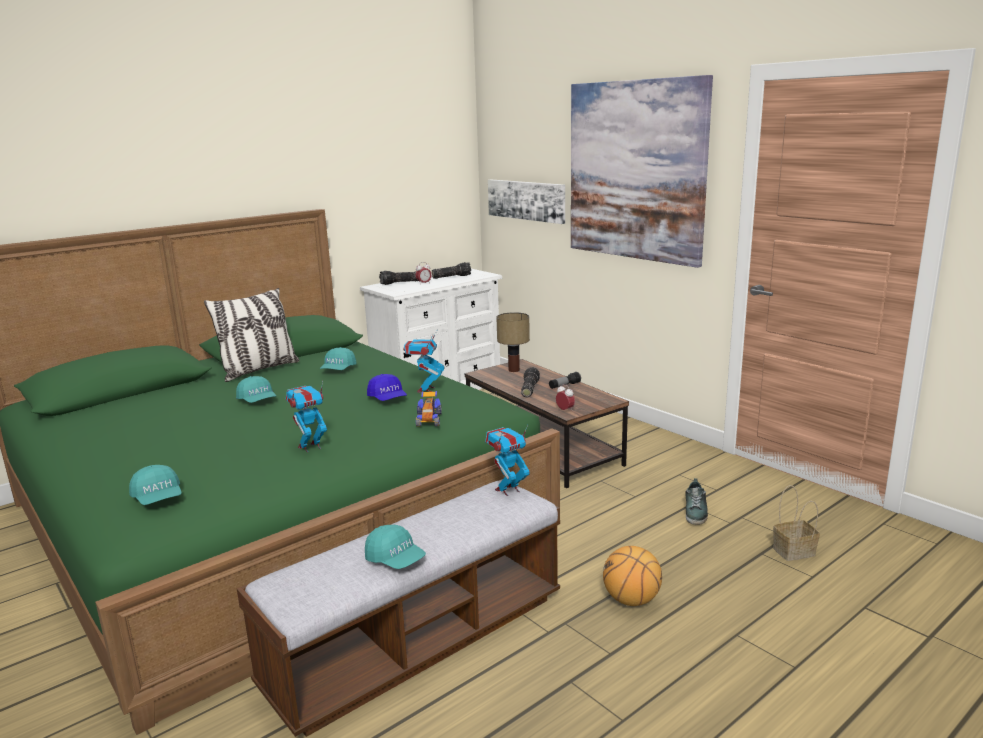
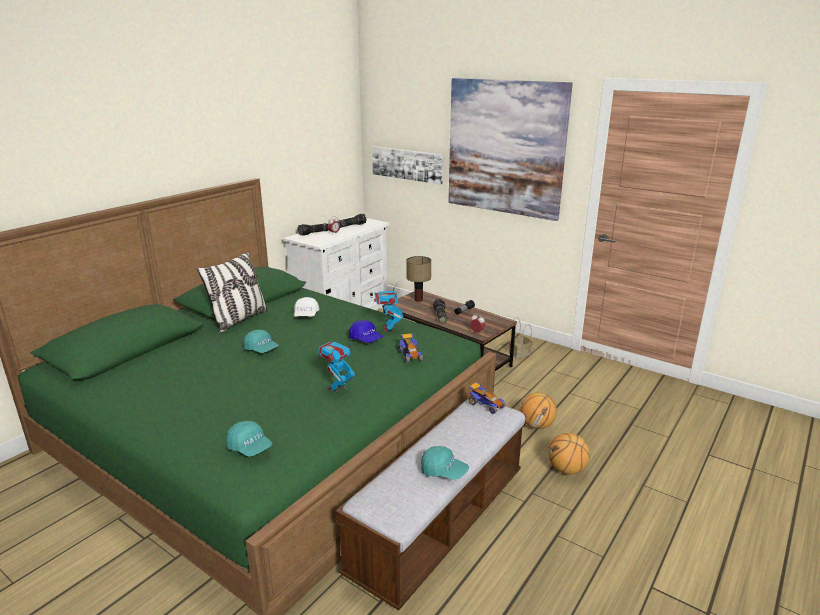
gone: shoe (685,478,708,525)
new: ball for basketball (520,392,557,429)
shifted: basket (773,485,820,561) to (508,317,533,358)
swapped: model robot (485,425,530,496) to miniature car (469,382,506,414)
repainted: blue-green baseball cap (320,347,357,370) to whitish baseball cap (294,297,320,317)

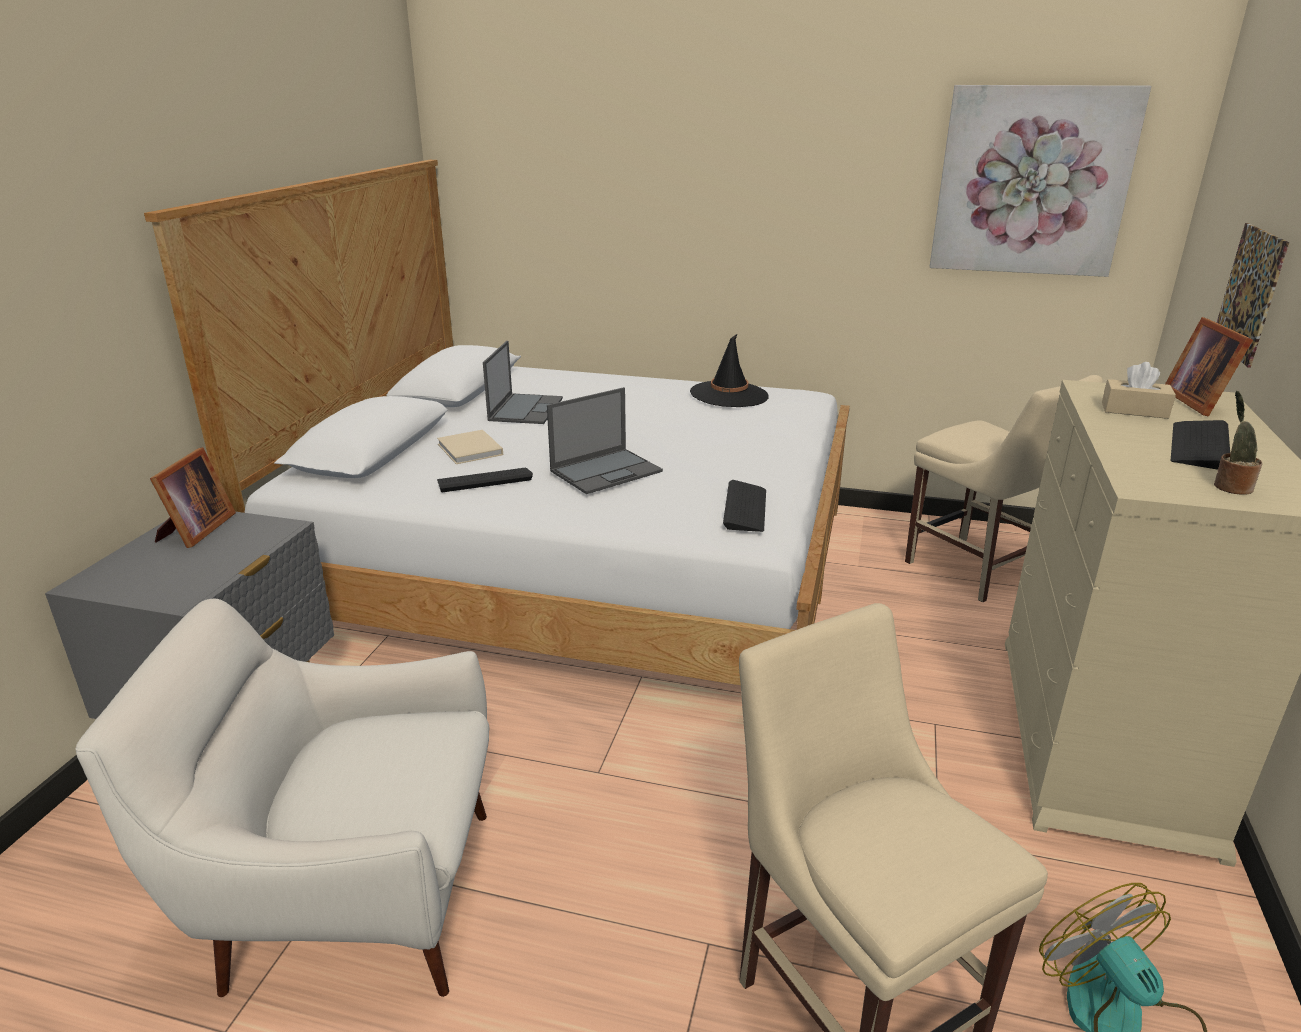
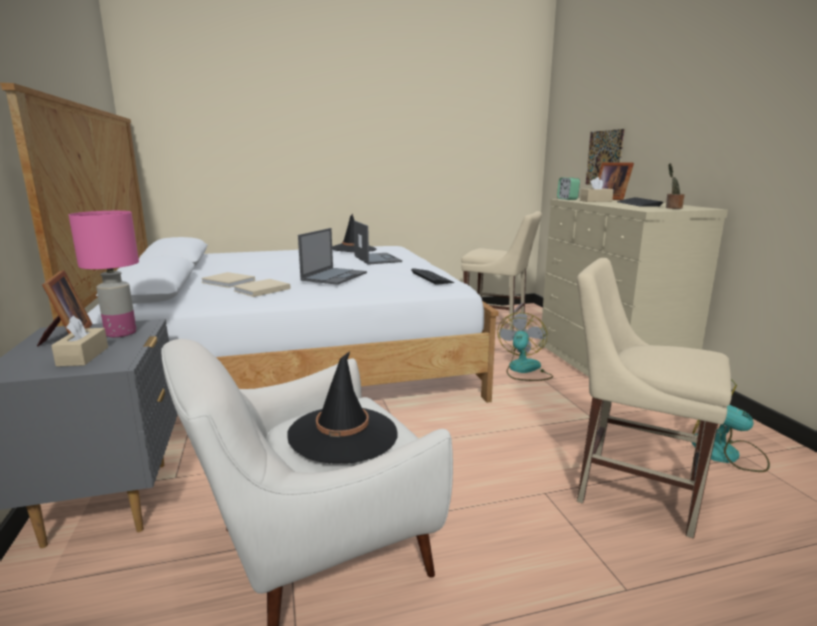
gone: picture (930,85,1151,277)
new: beige-coloured box of tissues (51,315,108,367); pinkish lamp for a table (69,211,139,337); black-coloured hat (287,351,397,463); fan (497,313,553,381); table clock (557,177,580,200)
shifted: laptop (483,341,563,424) to (354,221,402,265)
swapped: computer keyboard (437,468,533,492) to beige-coloured bound book (233,279,291,297)

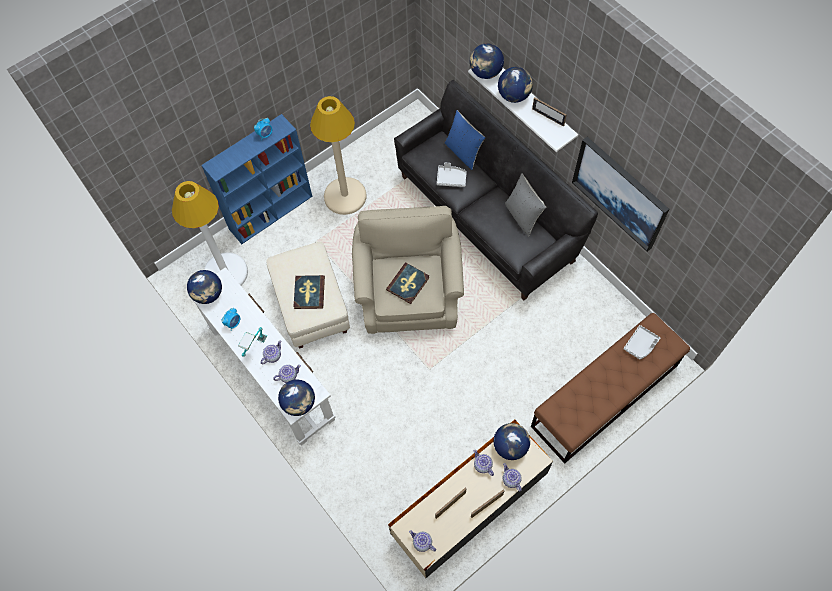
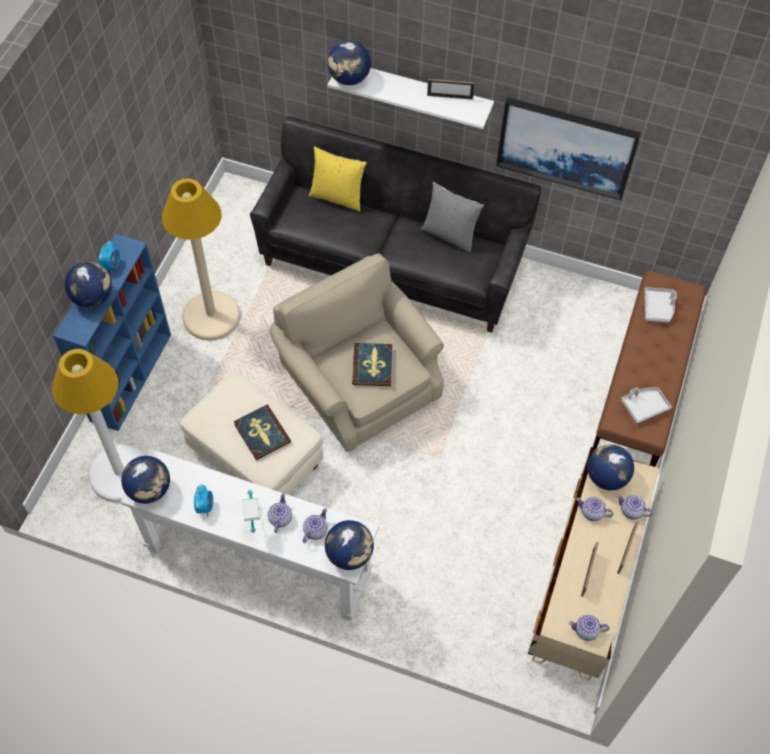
shifted: globe (498,67,533,103) to (65,262,112,308); greyish carrying tray (437,162,467,187) to (621,387,671,423)
repainted: bluish throw pillow (445,110,485,170) to yellow-coloured throw pillow (308,146,367,211)

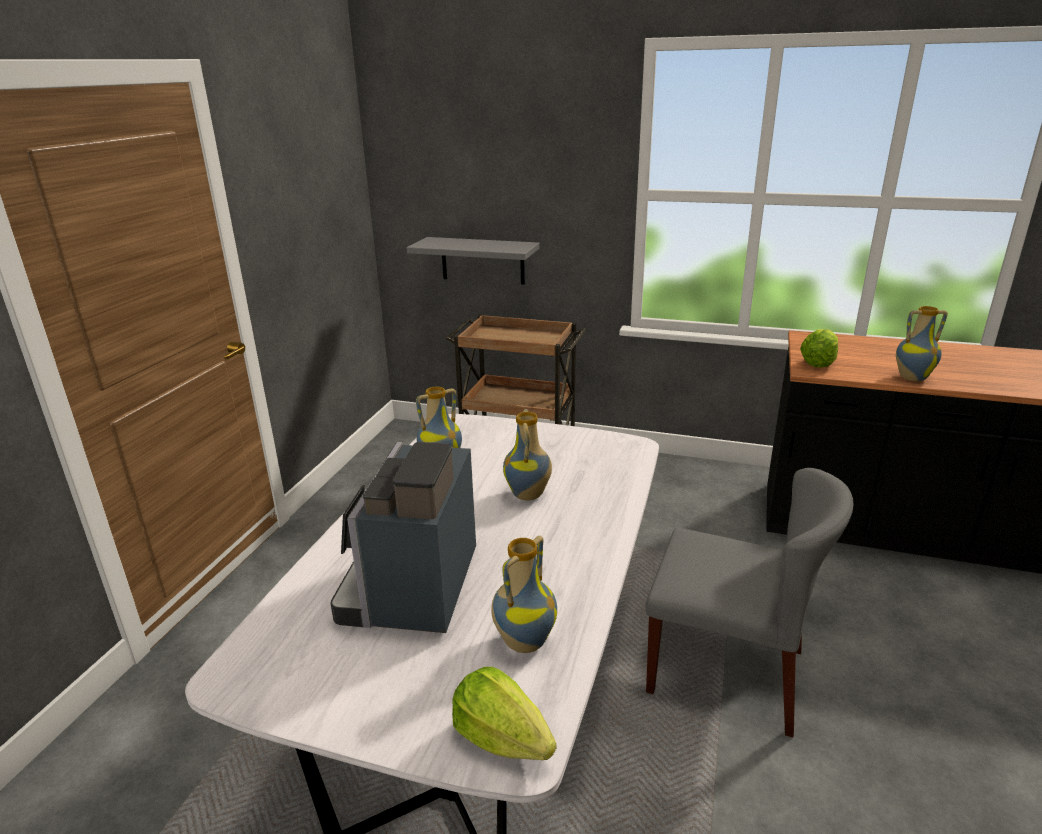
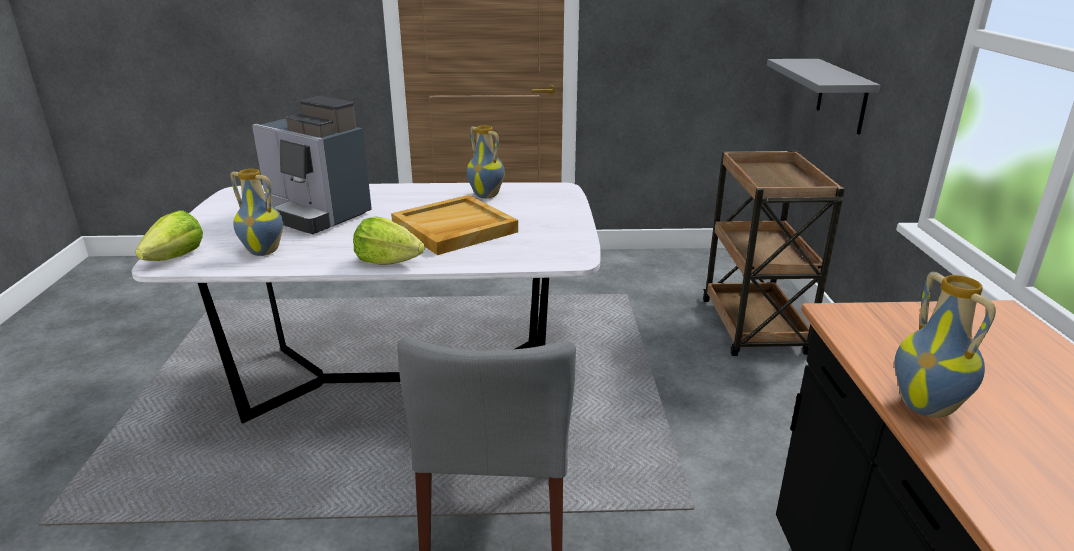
shifted: head of lettuce (800,329,838,368) to (353,217,425,265)
swapped: vase (503,409,552,500) to beige-coloured carrying tray (391,195,518,255)
rotated: coffee brewer (330,442,476,633) = (252,96,372,234) 135 degrees counterclockwise

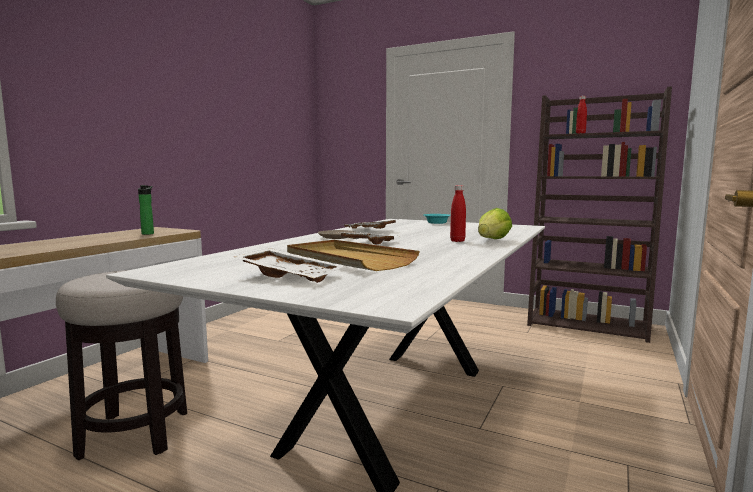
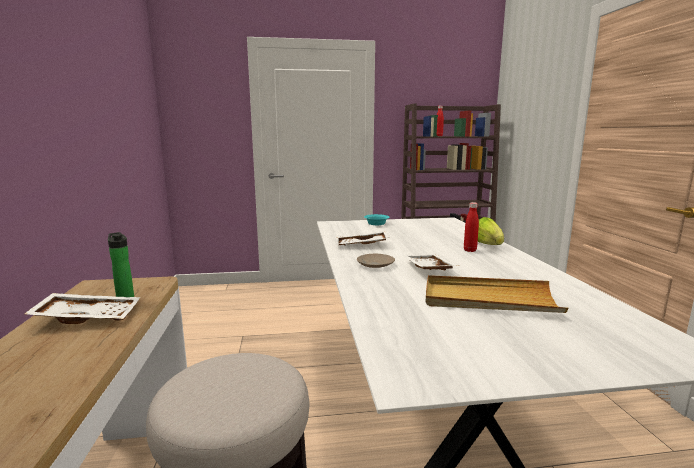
shifted: whitish carrying tray (234,248,345,283) to (25,293,140,324)

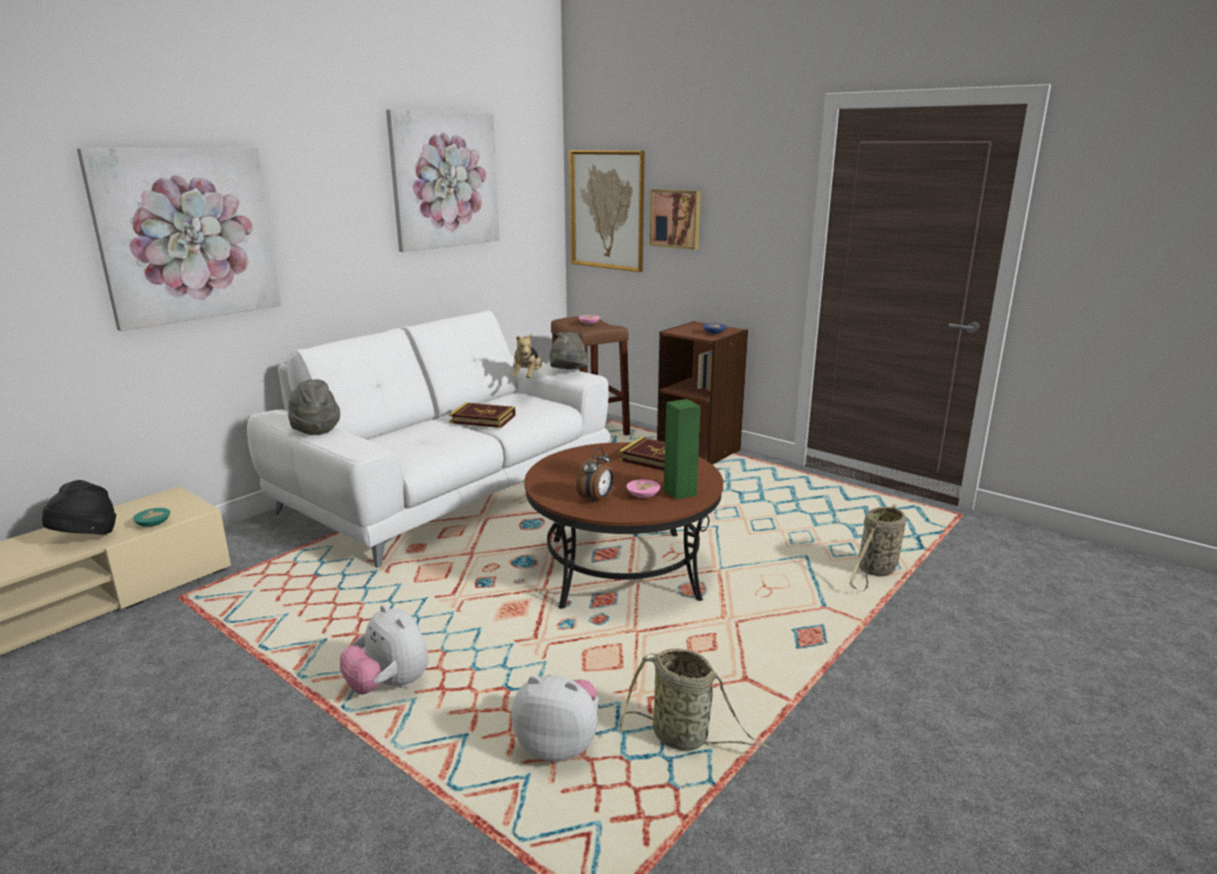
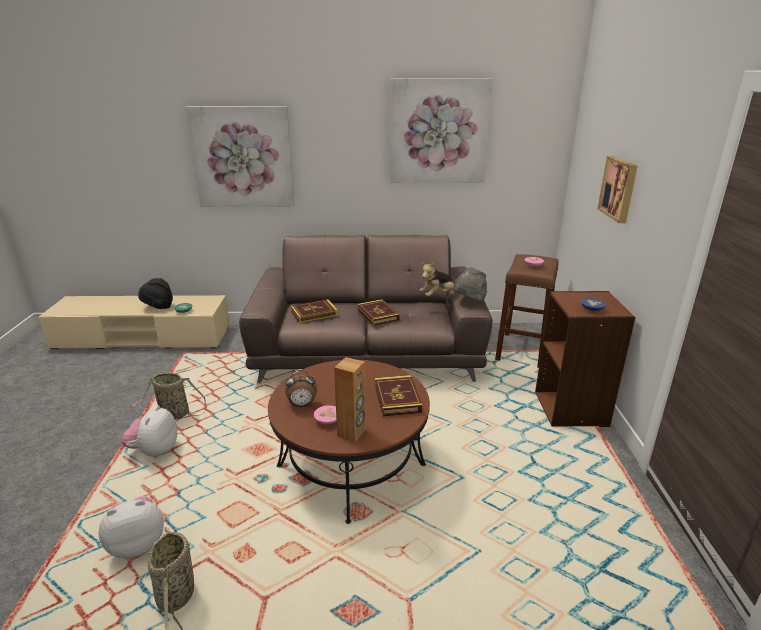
gone: greyish hat (288,379,340,435); picture (569,150,645,272)
new: bound book (291,299,338,323)
shifted: basket (849,504,906,591) to (130,373,206,420)
repainted: whitish settee (247,310,611,568) to brown settee (239,235,492,383); green audio speaker (664,399,701,500) to brown audio speaker (334,357,365,442)
rotated: soft toy (511,675,599,762) = (98,496,164,558) 90 degrees counterclockwise

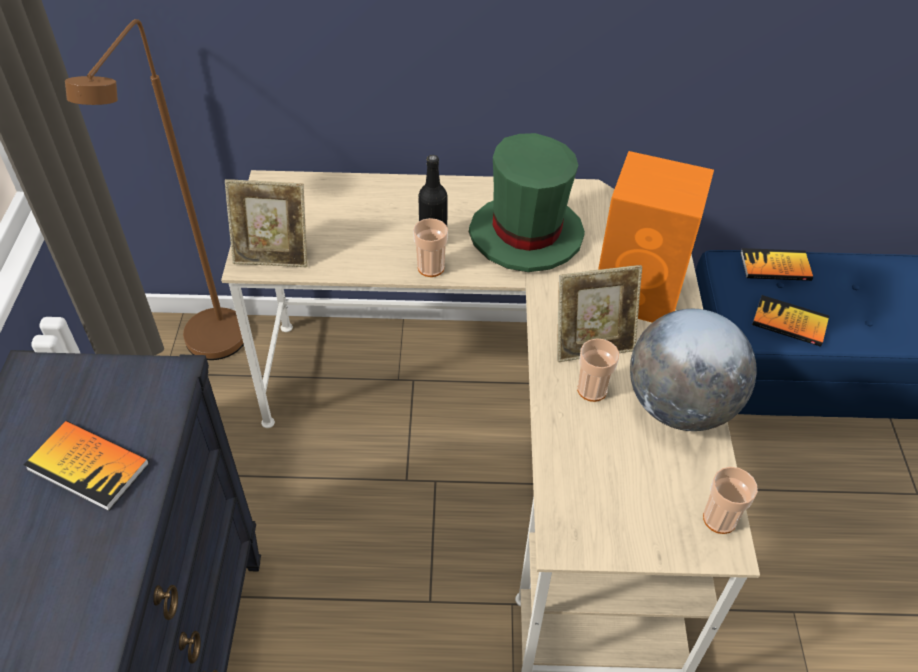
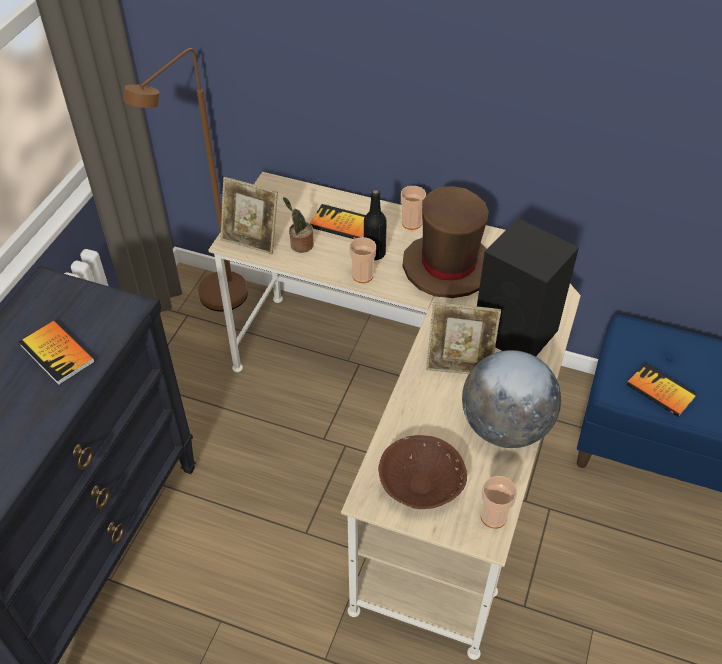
new: potted plant (283,197,314,253); brown bowl (378,435,467,509)
shifted: bound book (740,248,813,281) to (309,204,366,239); cup (577,338,619,402) to (401,186,426,230)
repainted: green hat (469,133,585,272) to brown hat (402,186,489,298); orangey audio speaker (598,151,714,323) to black-coloured audio speaker (477,218,579,357)

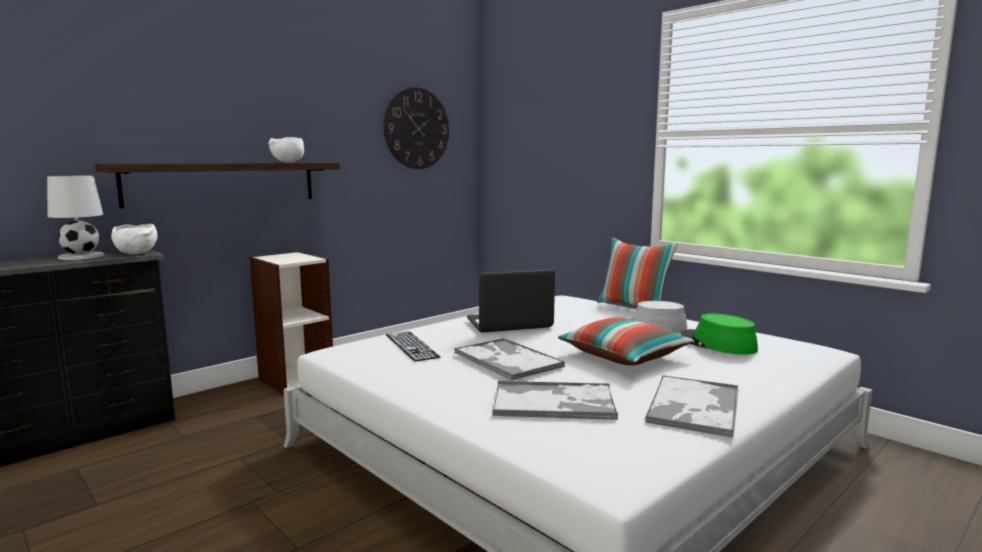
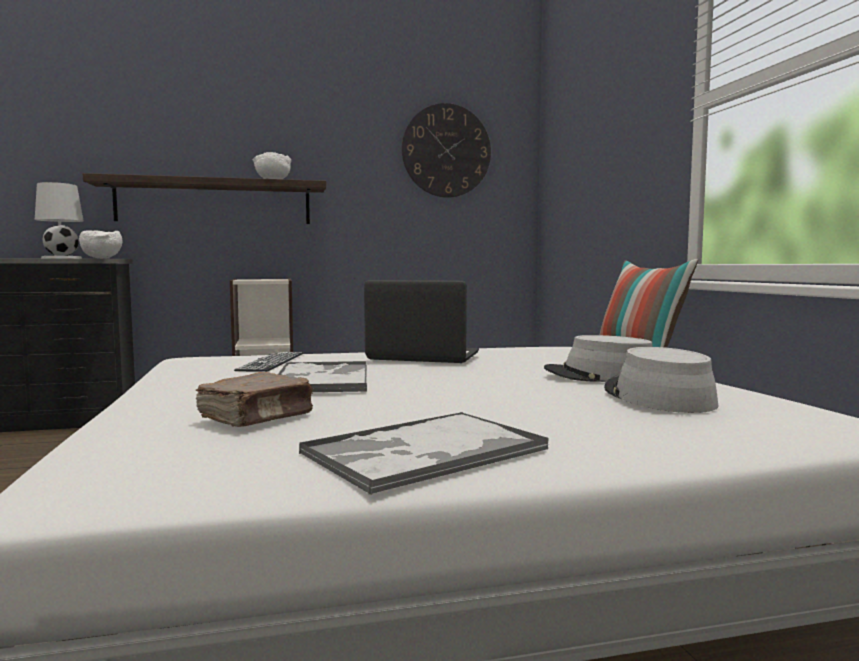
gone: throw pillow (558,317,694,365)
swapped: carrying tray (493,381,618,420) to brown bound book (196,372,313,427)
repainted: green hat (681,313,758,355) to greyish hat (604,347,719,413)

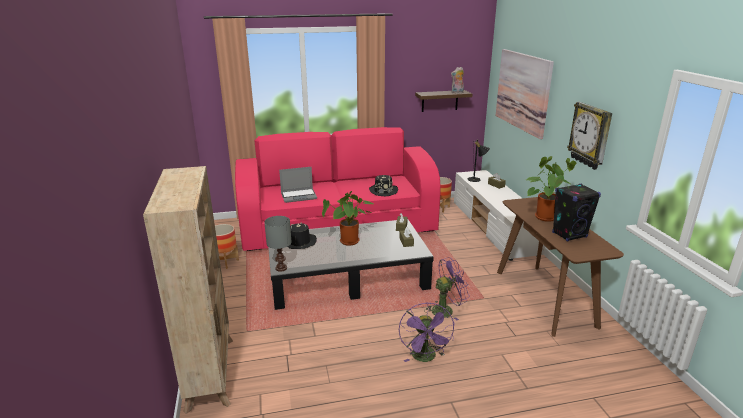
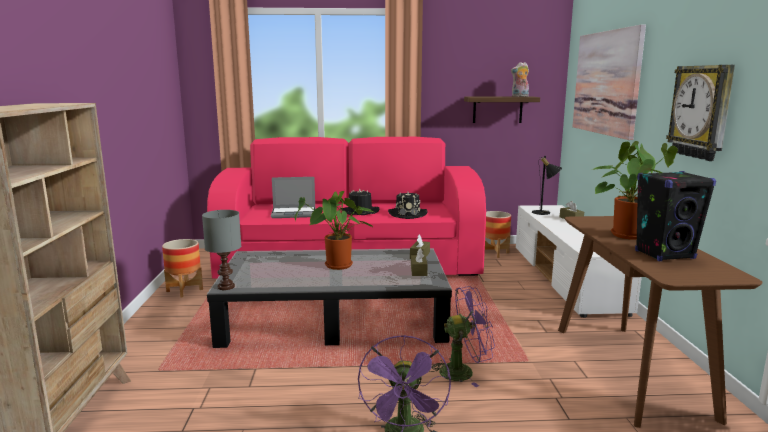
shifted: black-coloured hat (288,222,317,249) to (341,189,379,215)

